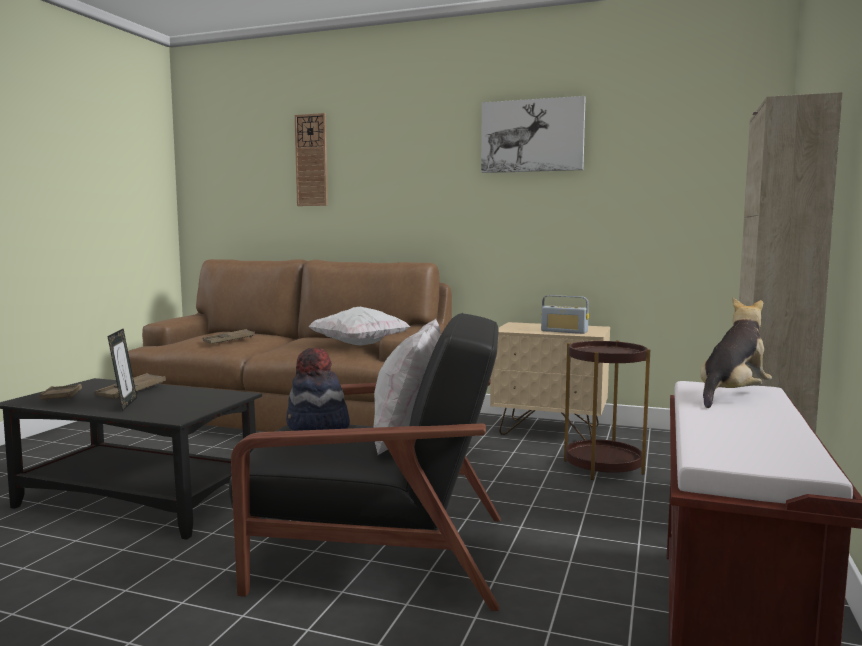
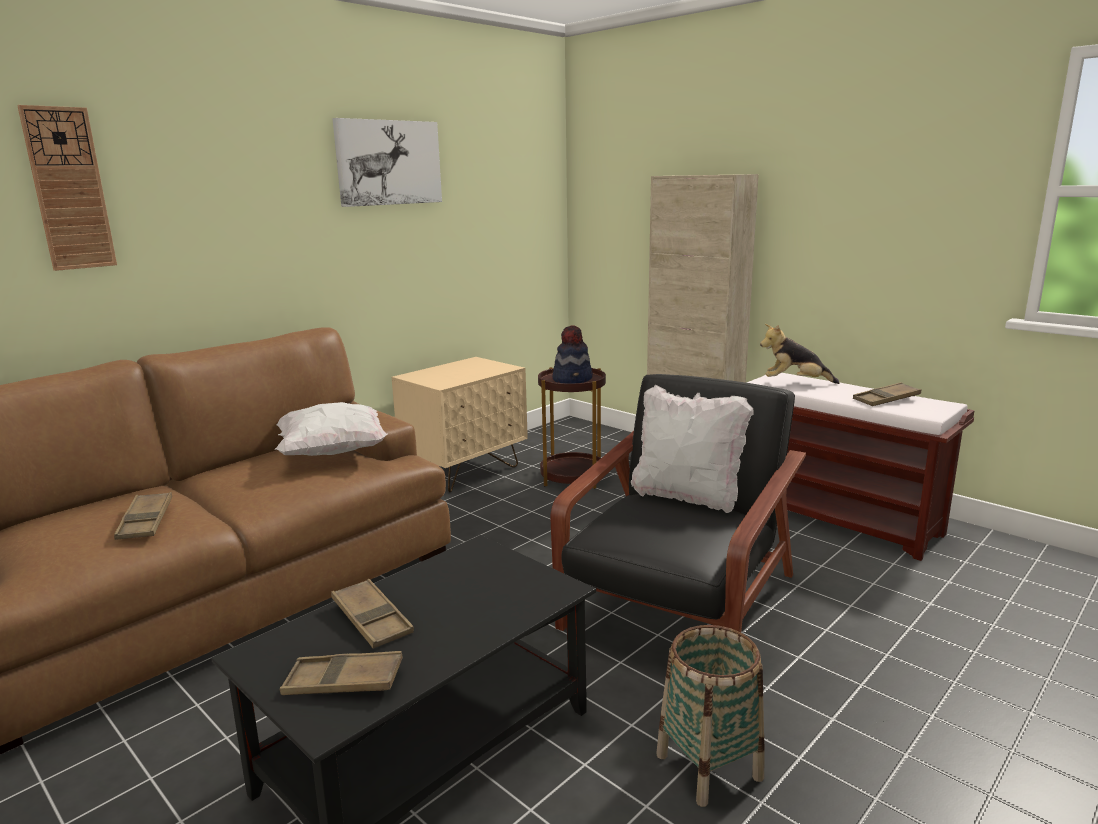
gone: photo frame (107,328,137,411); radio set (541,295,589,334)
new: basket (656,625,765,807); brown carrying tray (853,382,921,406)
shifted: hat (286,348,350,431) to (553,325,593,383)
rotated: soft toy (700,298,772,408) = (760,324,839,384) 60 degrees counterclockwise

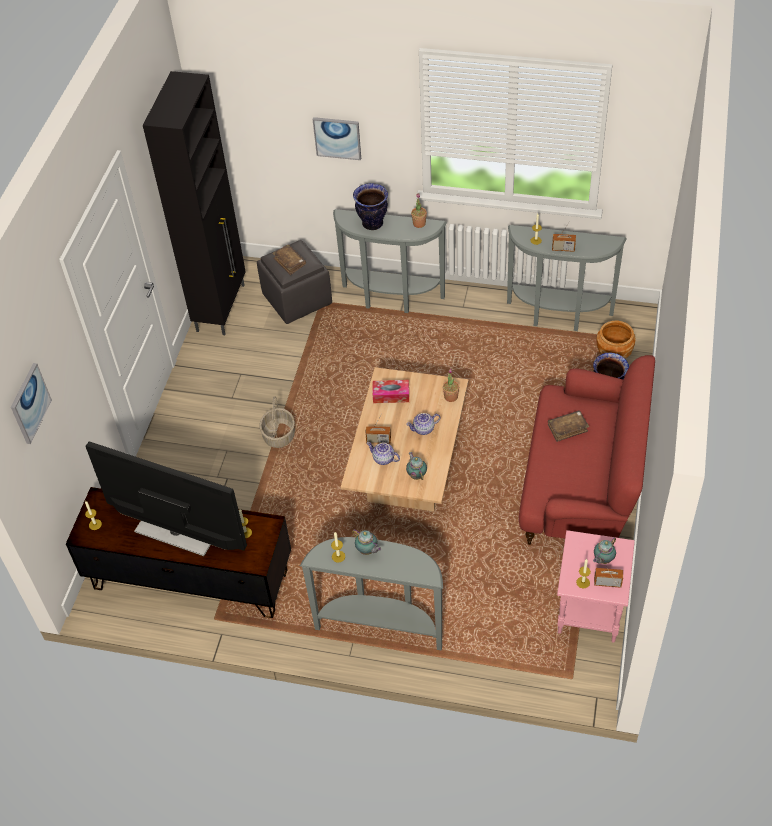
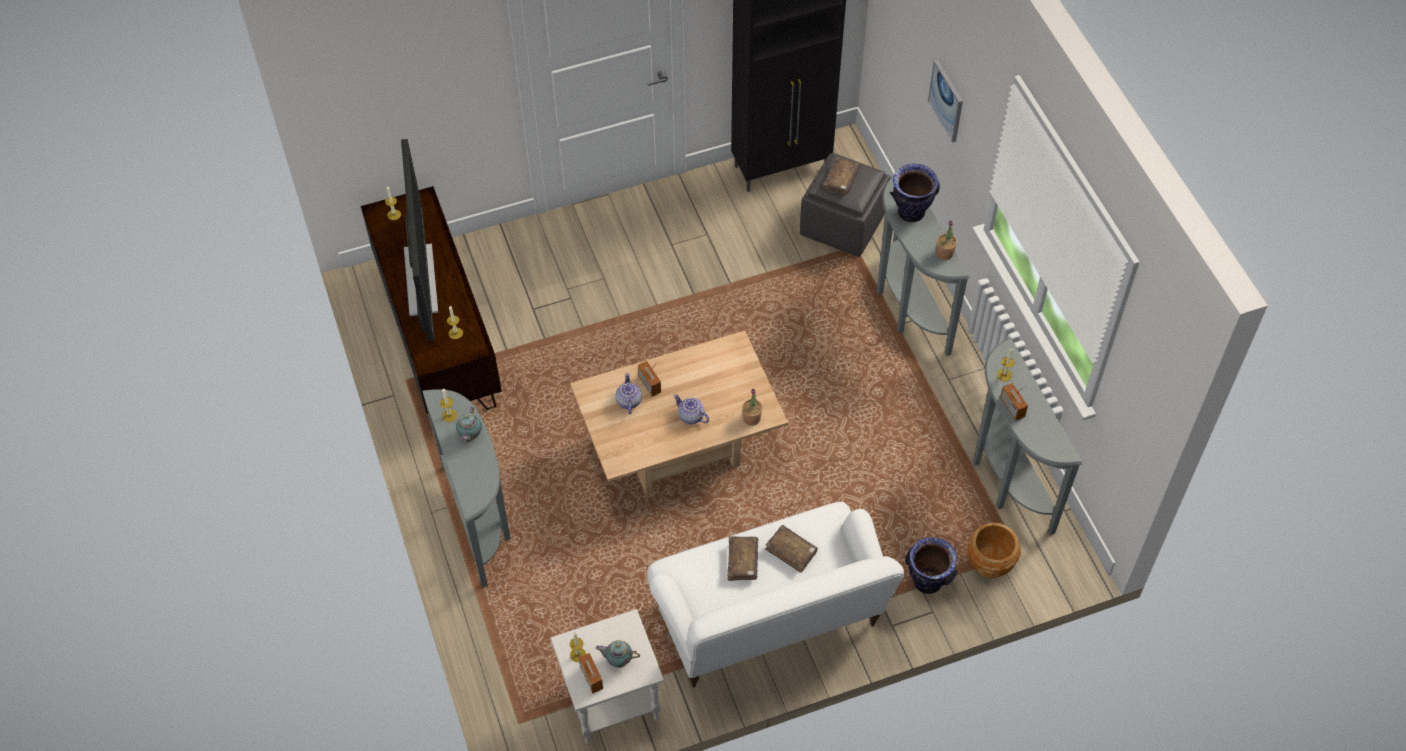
gone: picture (11,363,52,444); basket (259,396,295,448); box of tissues (373,380,409,403); tea pot (406,452,427,480)
new: brown bound book (727,536,758,581)
repainted: pinkish end table (557,530,635,643) to whitish end table (550,609,664,744); red settee (518,355,655,545) to whitish settee (647,502,904,687)

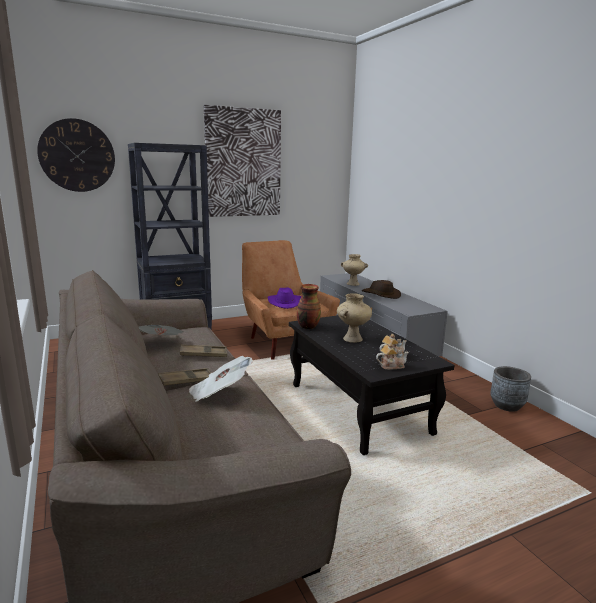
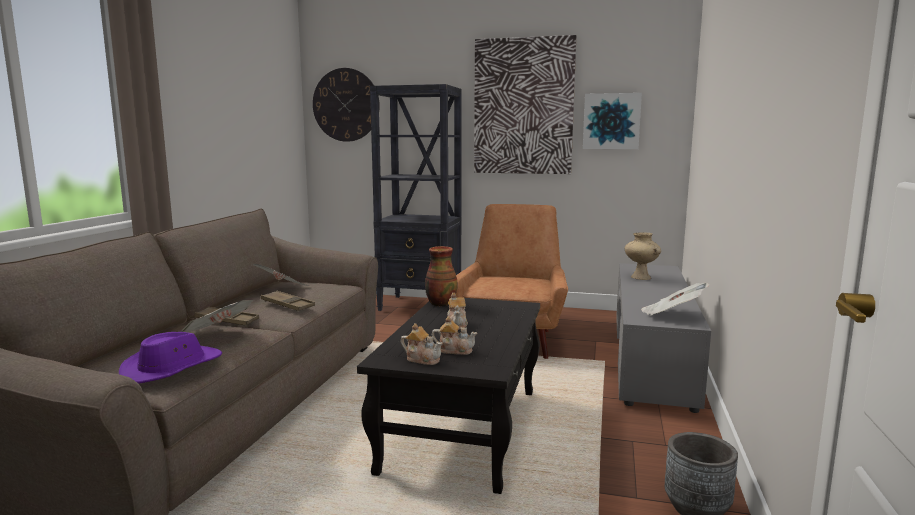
gone: brown hat (362,280,401,299)
new: picture (583,93,642,149); newspaper (641,283,709,316)
shifted: purple-coloured hat (268,287,301,309) to (119,332,222,384)
swapped: beige-coloured vase (337,293,372,343) to tea pot (447,293,468,330)

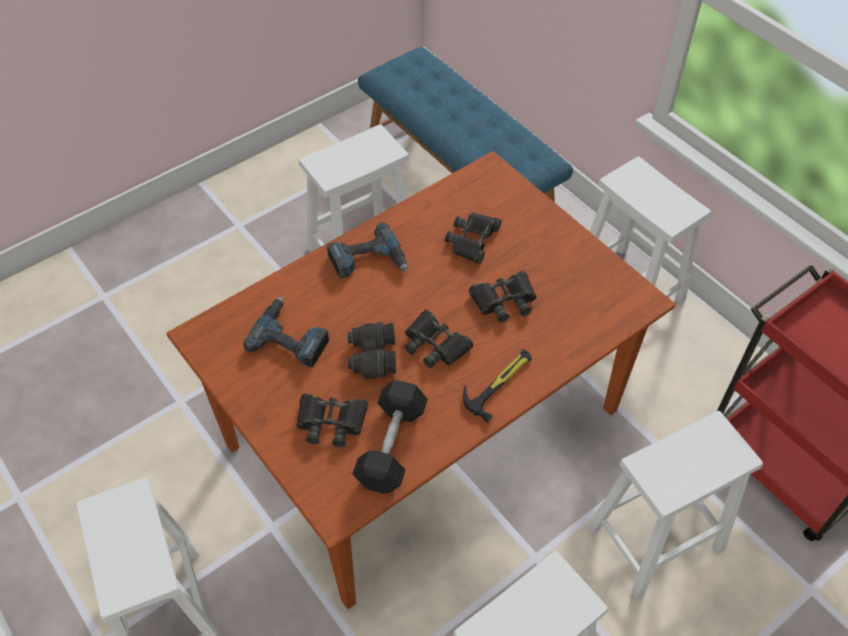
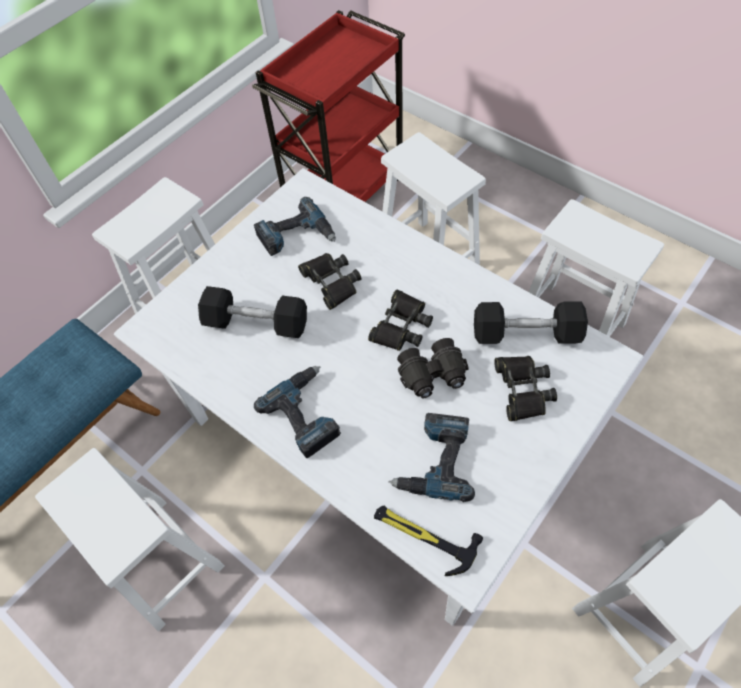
new: drill (254,197,336,256)
shifted: tool hammer (463,349,532,423) to (374,506,483,576)
swapped: black-coloured pair of binoculars (445,212,502,264) to black-coloured free weight (198,286,307,338)
repainted: brown dinner table (167,151,675,609) to whitish dinner table (114,168,643,626)

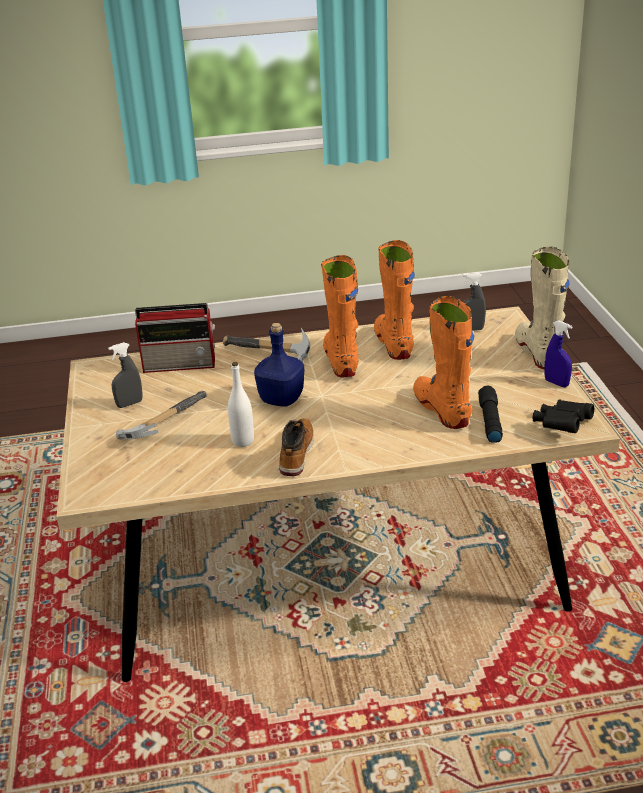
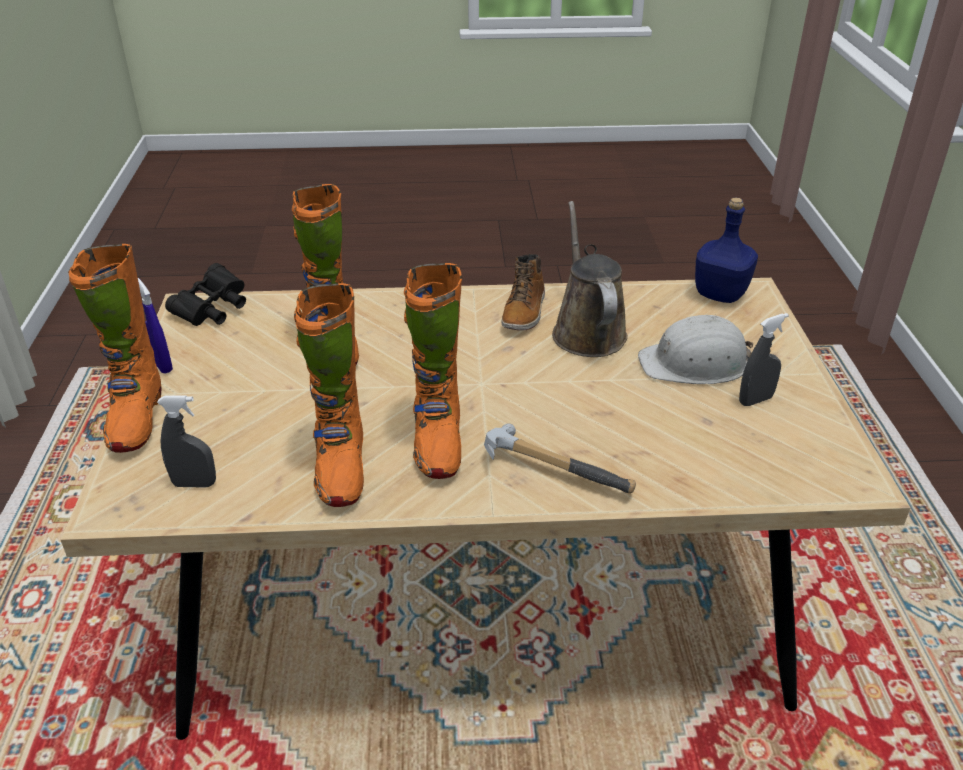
gone: radio set (135,303,215,373); black-coloured flashlight (478,386,503,443)
shifted: bluish beverage bottle (254,323,304,407) to (695,198,758,303)
swapped: whitish beverage bottle (228,362,254,447) to brown watering can (552,201,628,357); tool hammer (116,391,207,439) to whitish work helmet (638,315,753,384)
repainted: beige-coloured boot (515,246,570,369) to orangey boot (68,244,162,453)

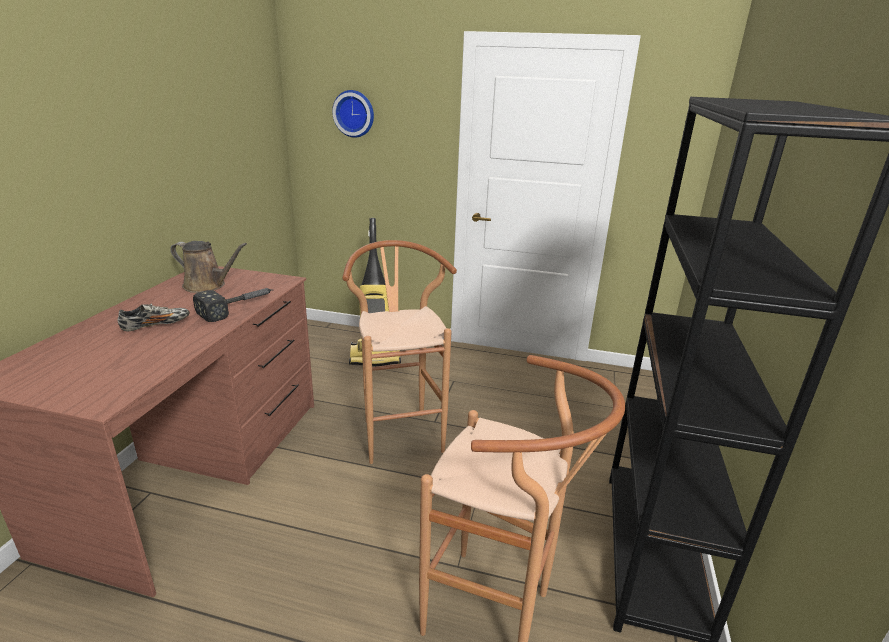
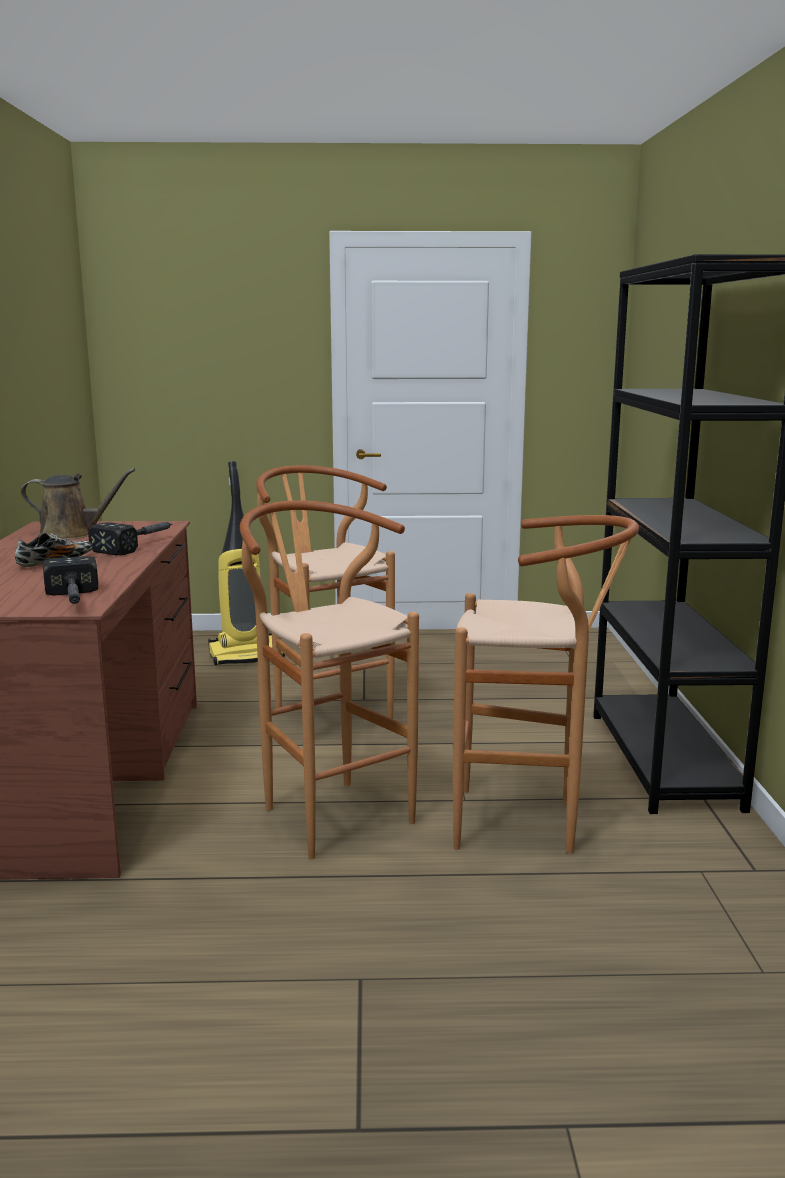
gone: wall clock (332,90,374,138)
new: tool hammer (43,556,98,604); brown sitting stool (240,501,419,859)

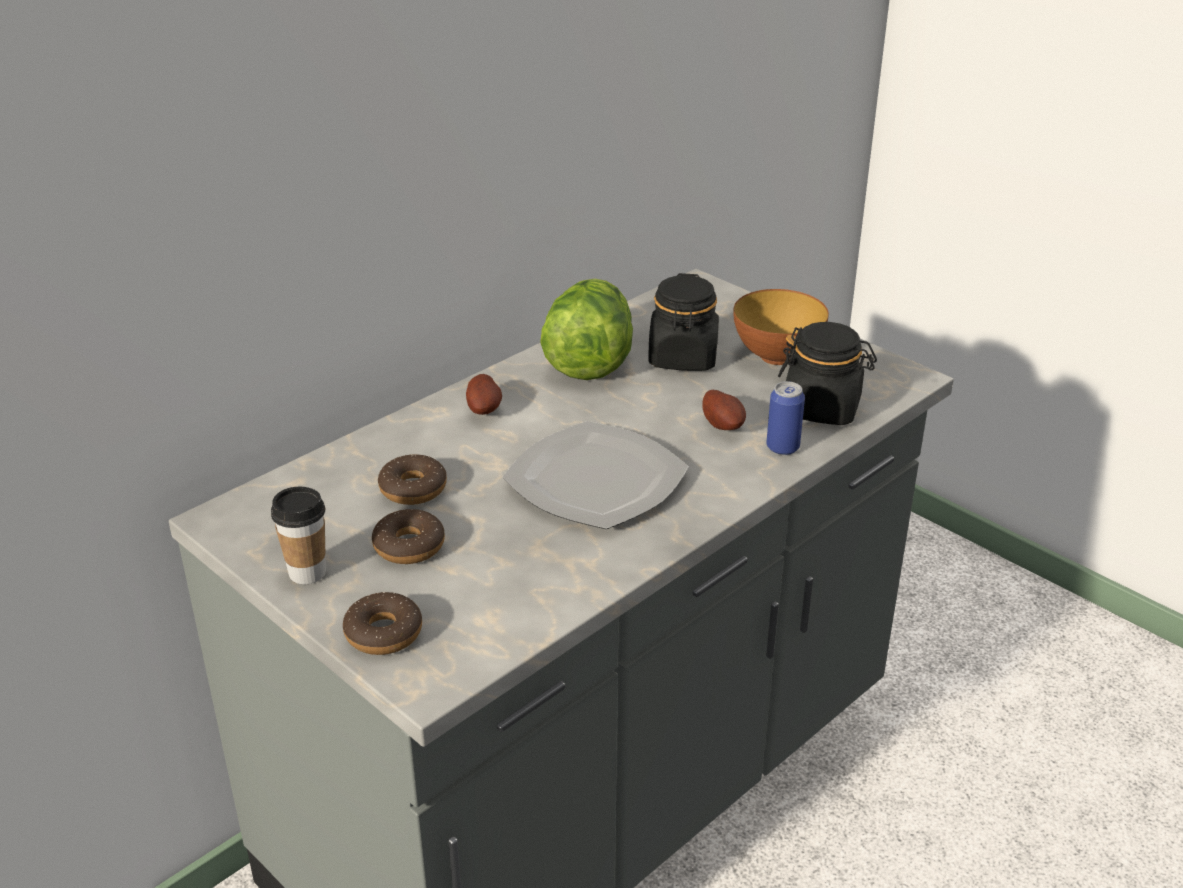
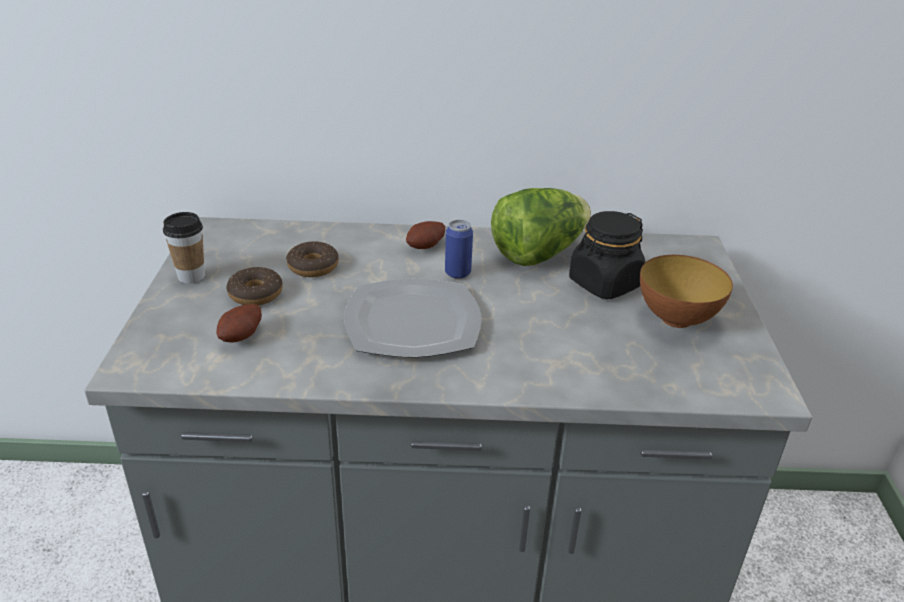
gone: donut (343,592,422,655); black-coloured storage jar (778,322,877,425)
shifted: whole potato (702,390,746,430) to (216,304,262,343); metal can (766,381,805,455) to (445,220,473,279)

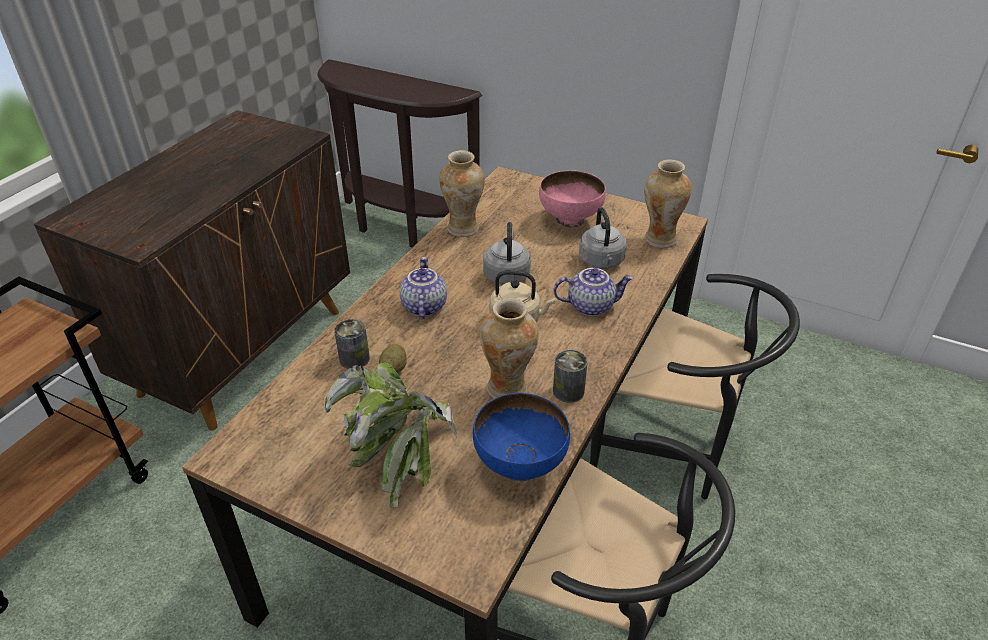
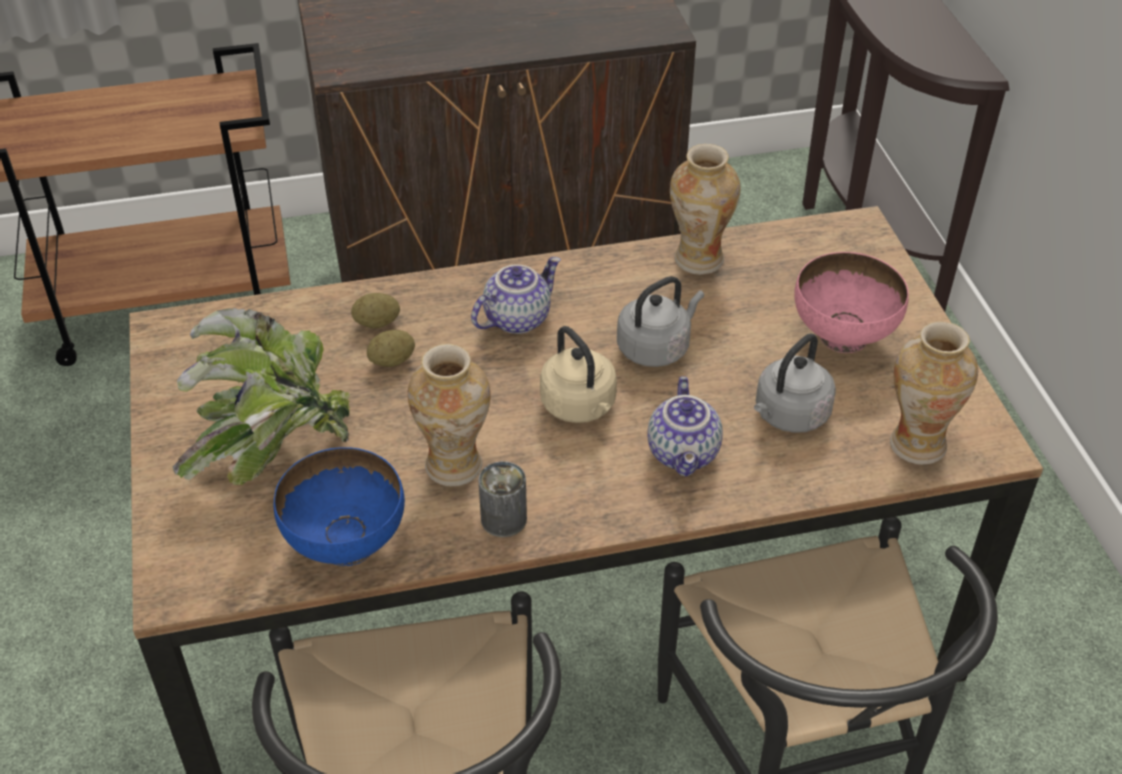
swapped: metal can (334,319,370,369) to whole potato (351,293,400,328)
rotated: tea pot (554,268,633,316) = (647,376,723,476) 45 degrees clockwise

